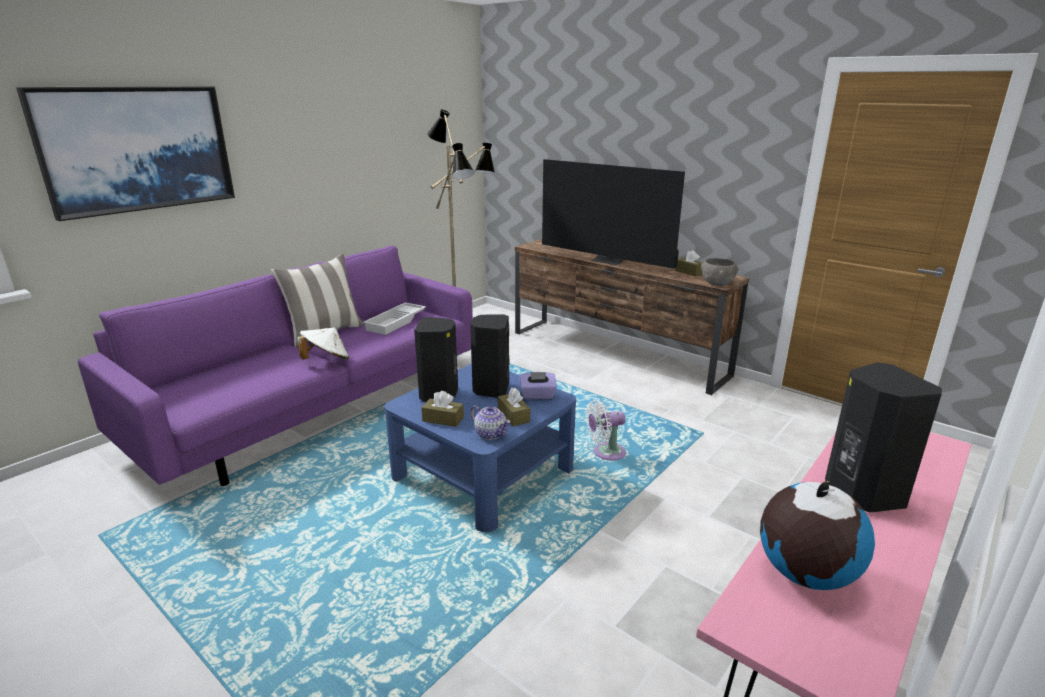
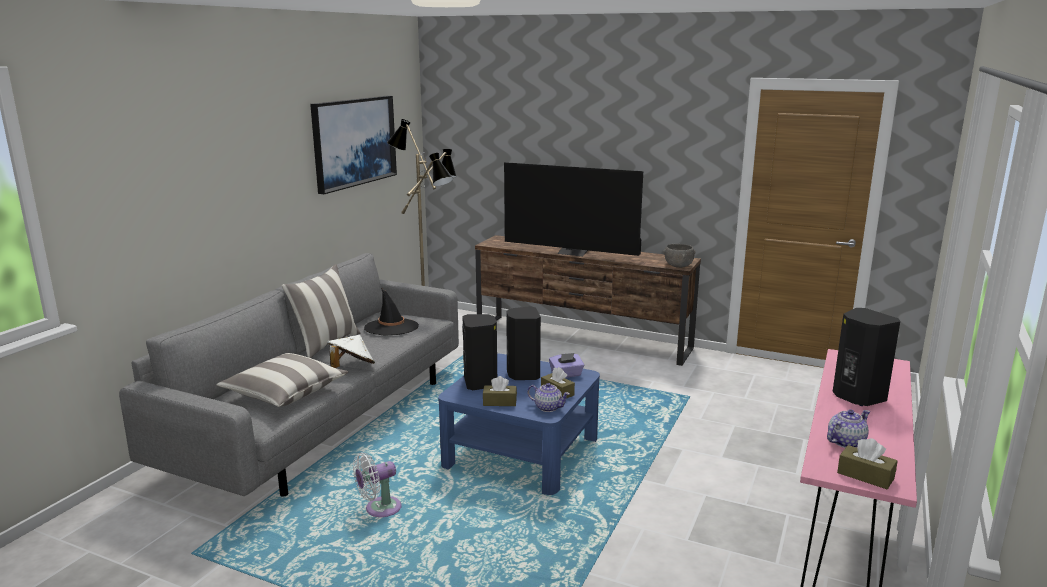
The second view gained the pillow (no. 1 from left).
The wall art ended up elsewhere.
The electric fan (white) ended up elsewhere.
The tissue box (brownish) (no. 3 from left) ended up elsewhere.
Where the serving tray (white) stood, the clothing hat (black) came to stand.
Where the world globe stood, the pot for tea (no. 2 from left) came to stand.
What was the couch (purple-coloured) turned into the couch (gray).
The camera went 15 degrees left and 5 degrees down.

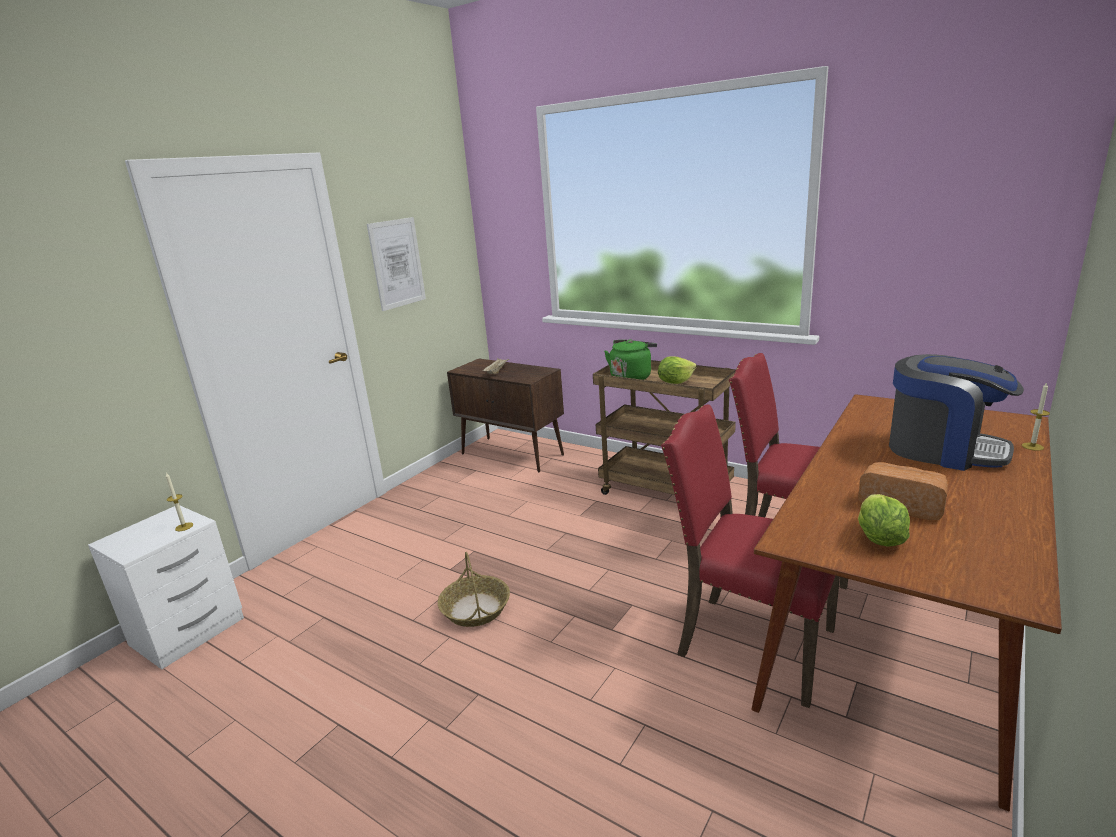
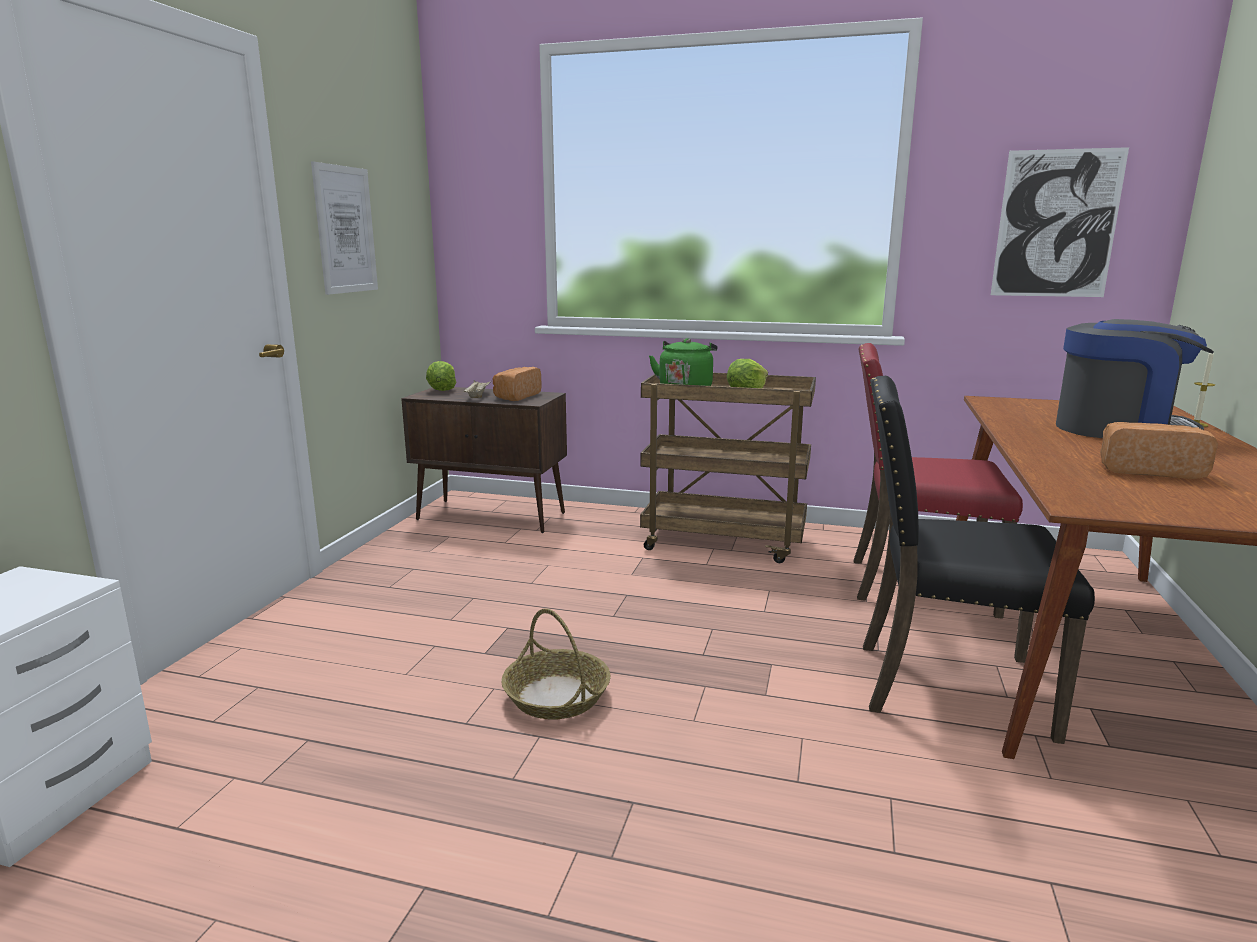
The second view lost the wax candle (no. 1 from left).
The second view gained the bakery bread (no. 1 from left).
The second view gained the wall art (no. 2 from left).
The lettuce (no. 2 from left in the first image) ended up elsewhere.
What was the upright chair (red-coloured) (no. 1 from left) turned into the upright chair (black).
The camera went 20 degrees left and 5 degrees down.

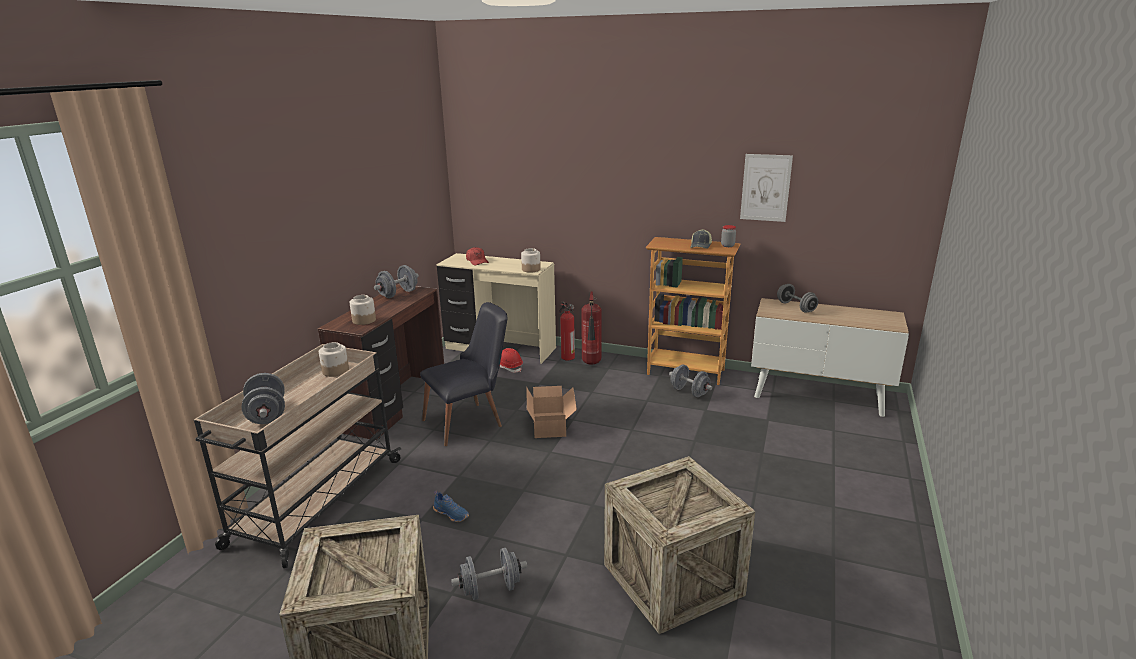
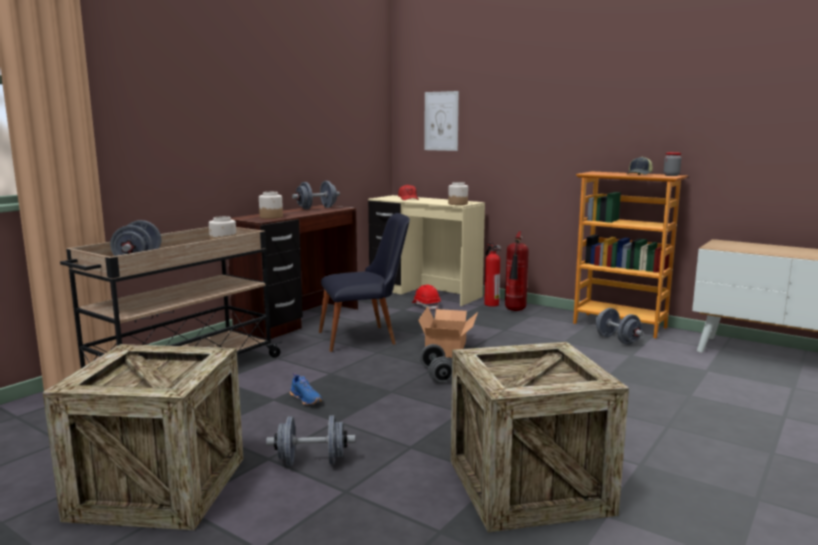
The wall art ended up elsewhere.
The hand weight (gray) (no. 5 from left in the first image) ended up elsewhere.
The camera went 15 degrees right and 10 degrees down.

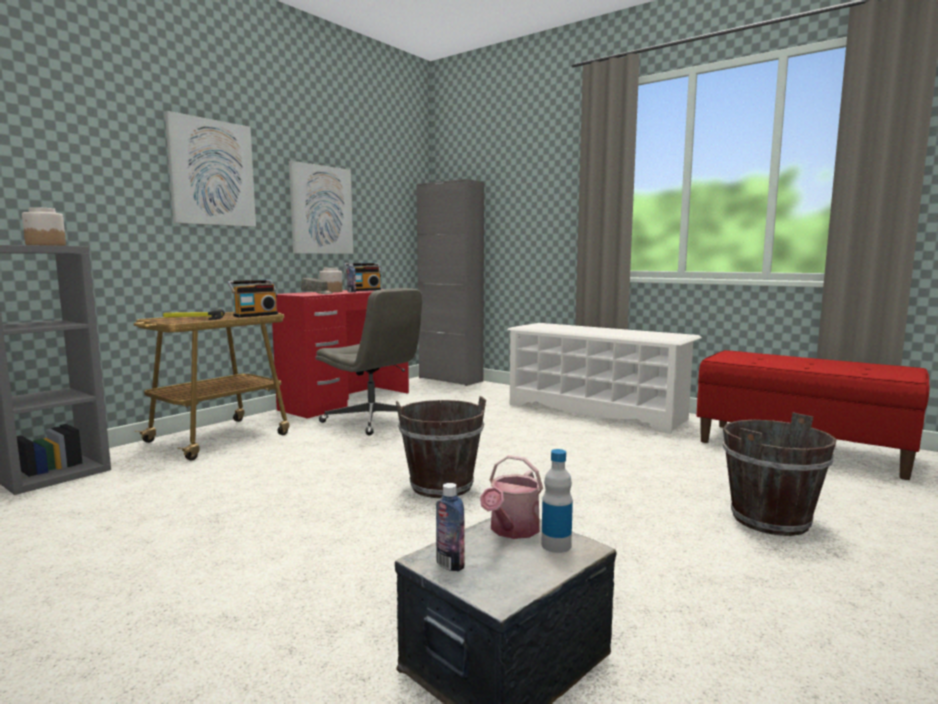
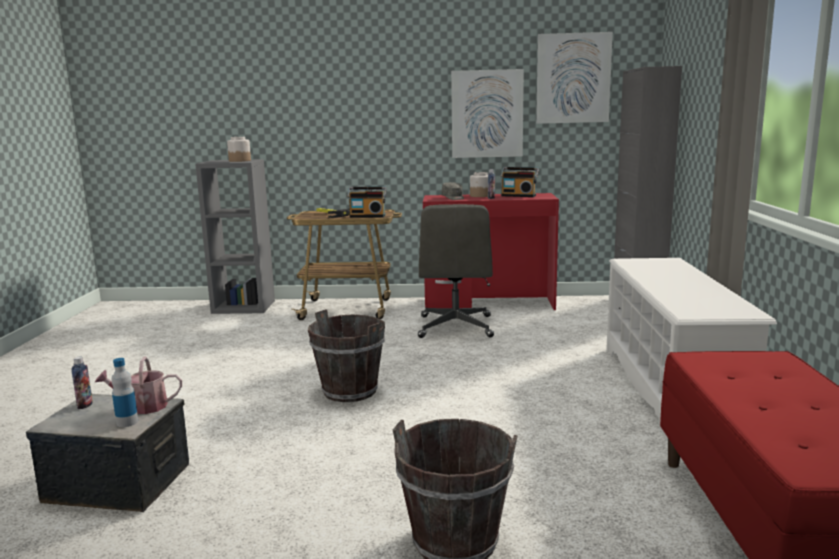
The wall art (no. 1 from left in the first image) ended up elsewhere.
The camera went 55 degrees right and 5 degrees up.

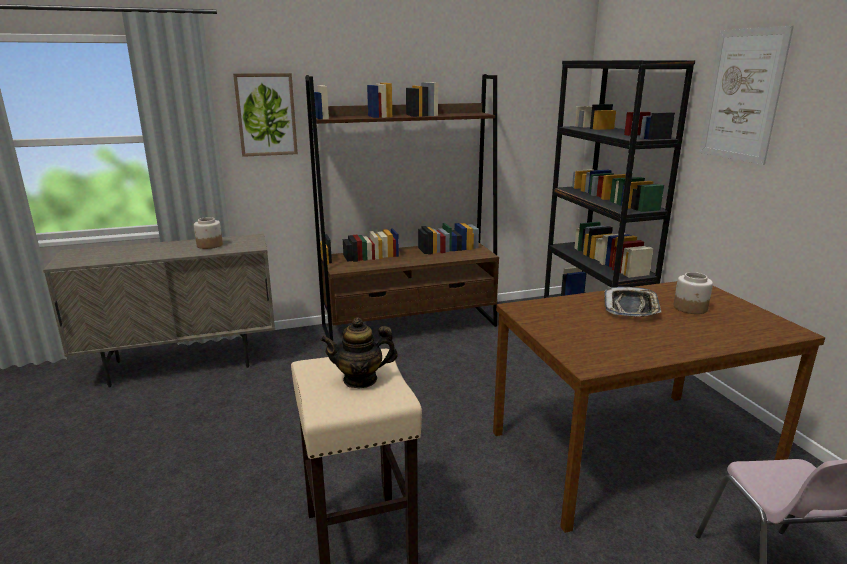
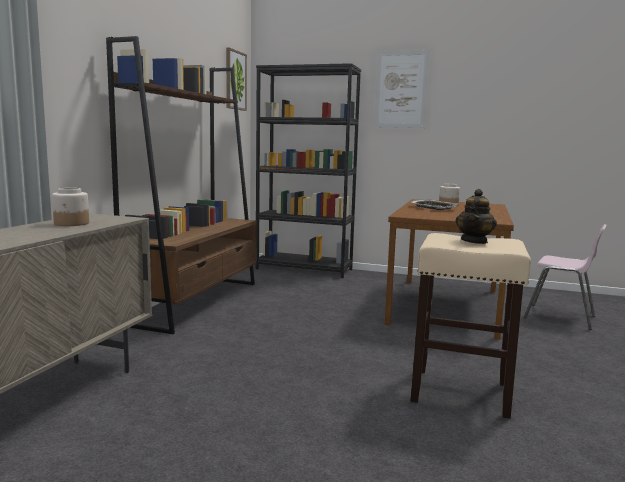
The wall art (no. 1 from left) ended up elsewhere.
The camera went 55 degrees left and 10 degrees down.

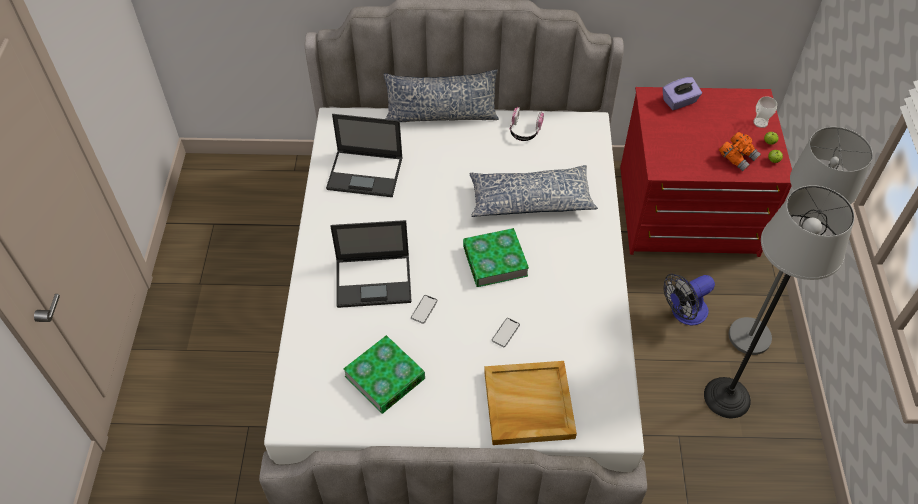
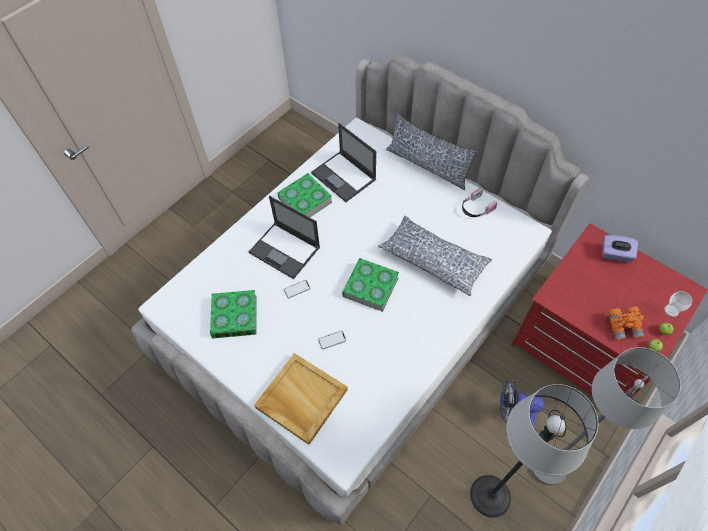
The second view gained the bound book (no. 2 from left).
The camera went 40 degrees right and 5 degrees up.

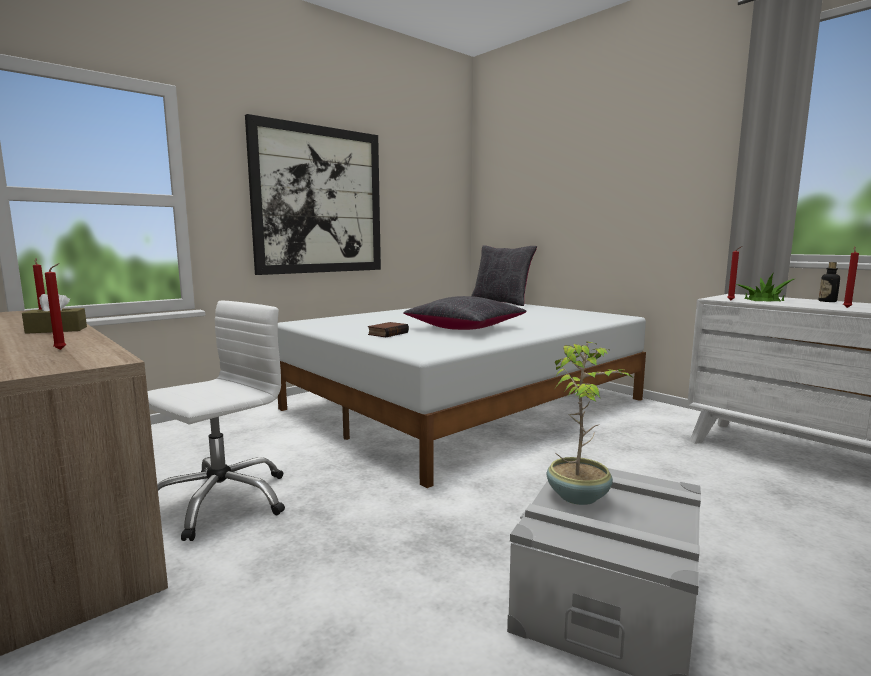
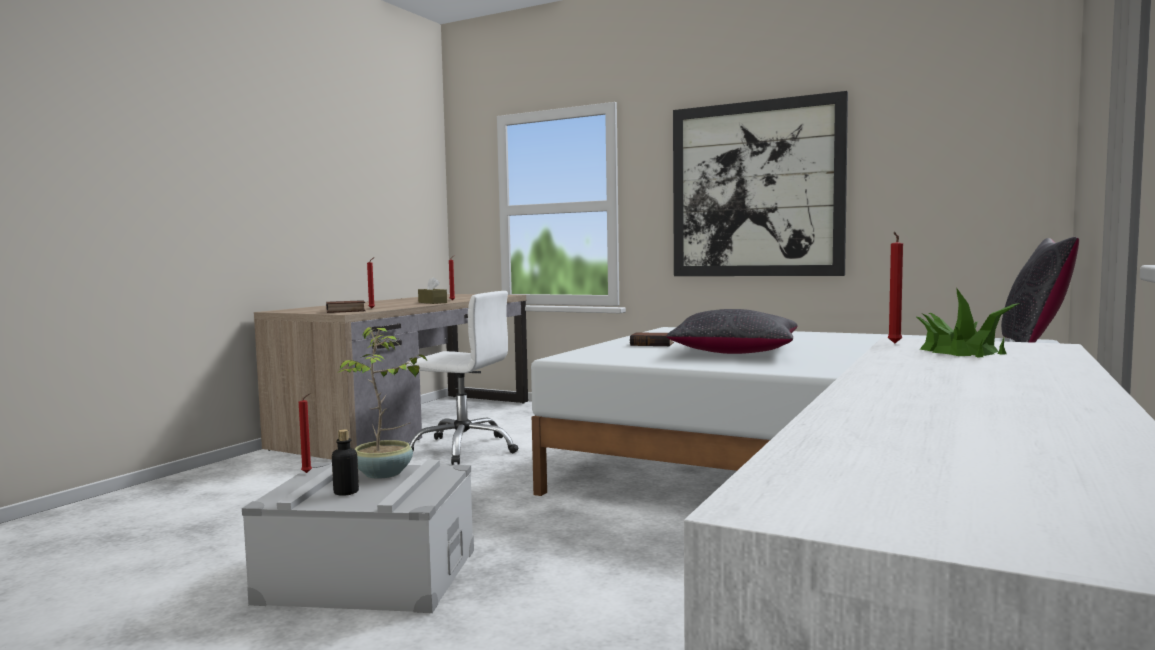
The second view gained the bound book (no. 1 from left).
The beverage bottle ended up elsewhere.
The wax candle (red-coloured) (no. 4 from left in the first image) ended up elsewhere.
The camera went 70 degrees right and 5 degrees down.

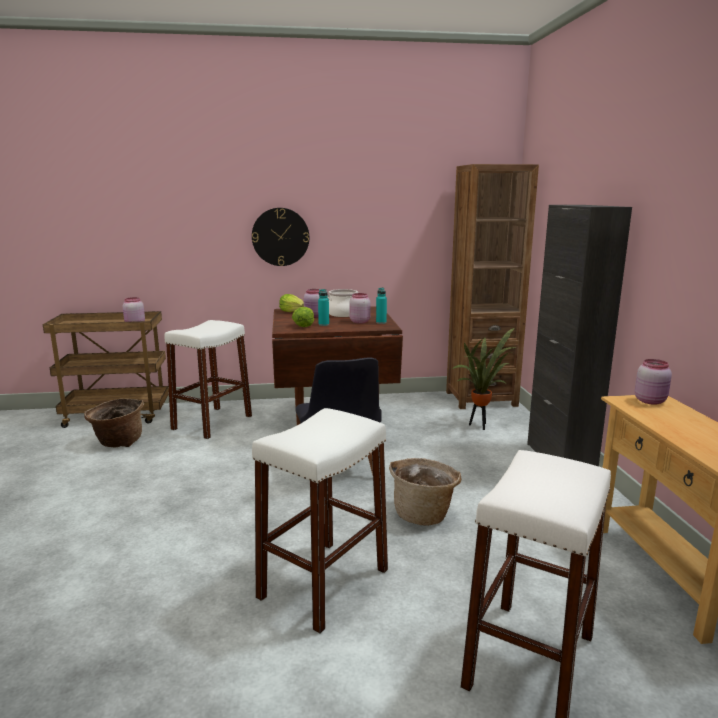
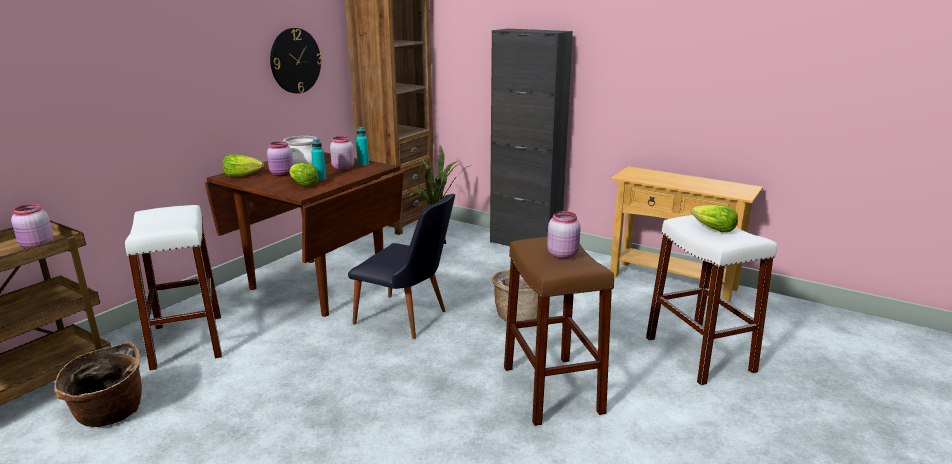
The second view gained the lettuce (no. 3 from left).
The clock on the wall ended up elsewhere.
The jar (pink-coloured) (no. 4 from left) ended up elsewhere.
What was the sitting stool (white) (no. 2 from left) turned into the sitting stool (brownish).
The camera went 50 degrees left and 5 degrees up.

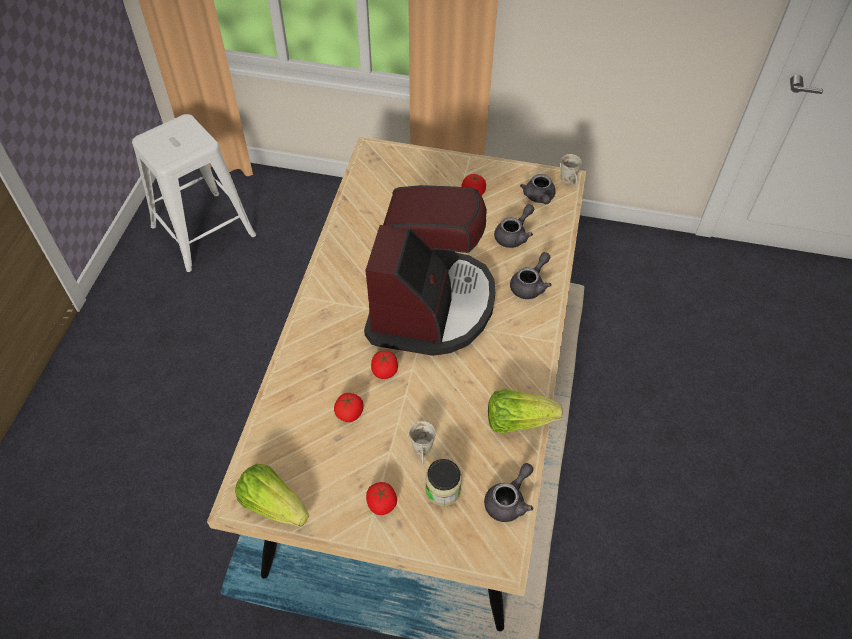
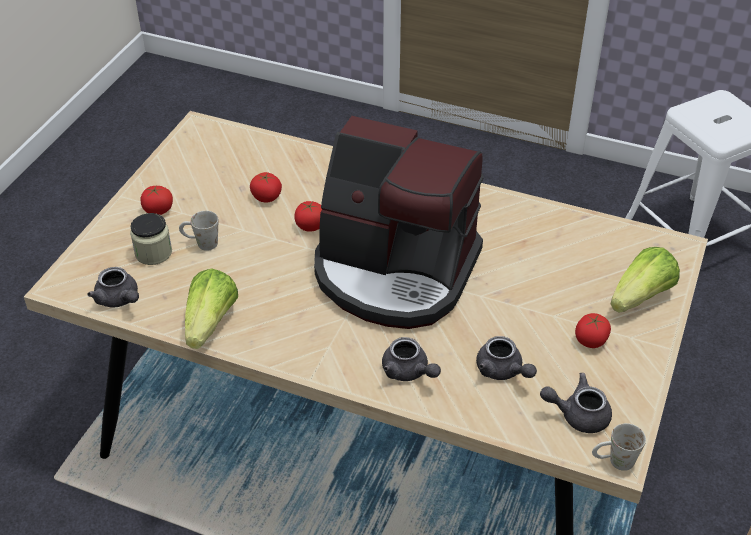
The lettuce (no. 1 from left in the first image) ended up elsewhere.
The camera went 100 degrees right and 10 degrees down.

